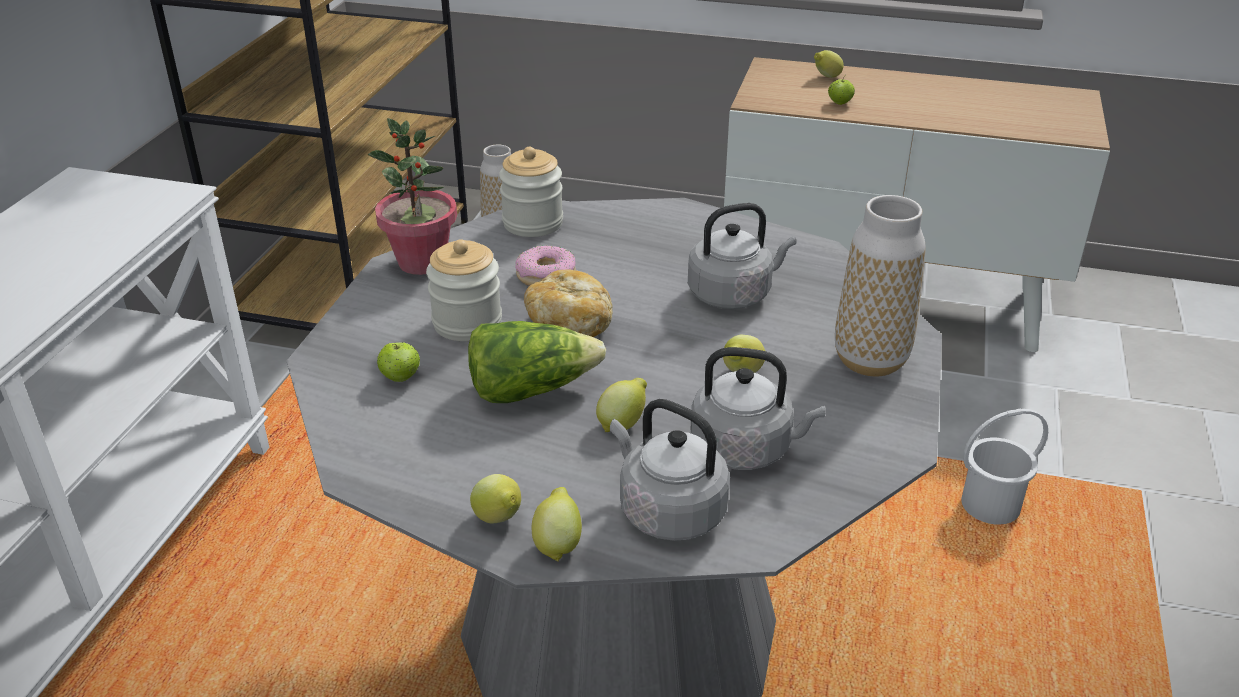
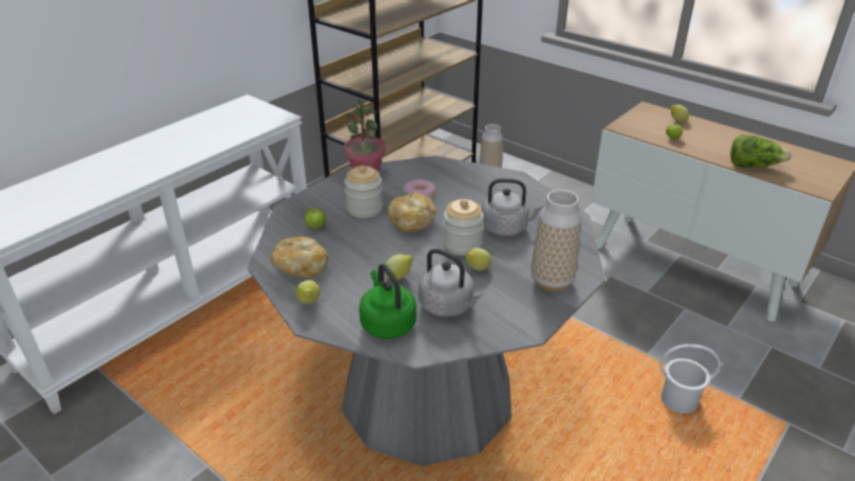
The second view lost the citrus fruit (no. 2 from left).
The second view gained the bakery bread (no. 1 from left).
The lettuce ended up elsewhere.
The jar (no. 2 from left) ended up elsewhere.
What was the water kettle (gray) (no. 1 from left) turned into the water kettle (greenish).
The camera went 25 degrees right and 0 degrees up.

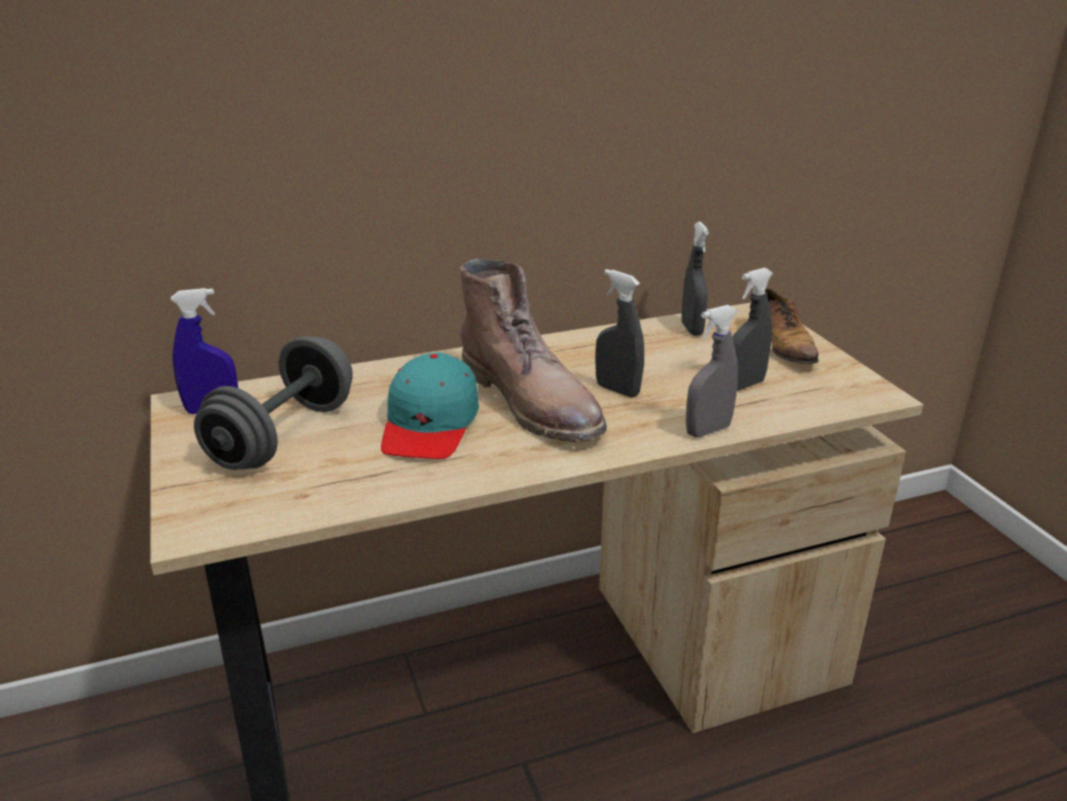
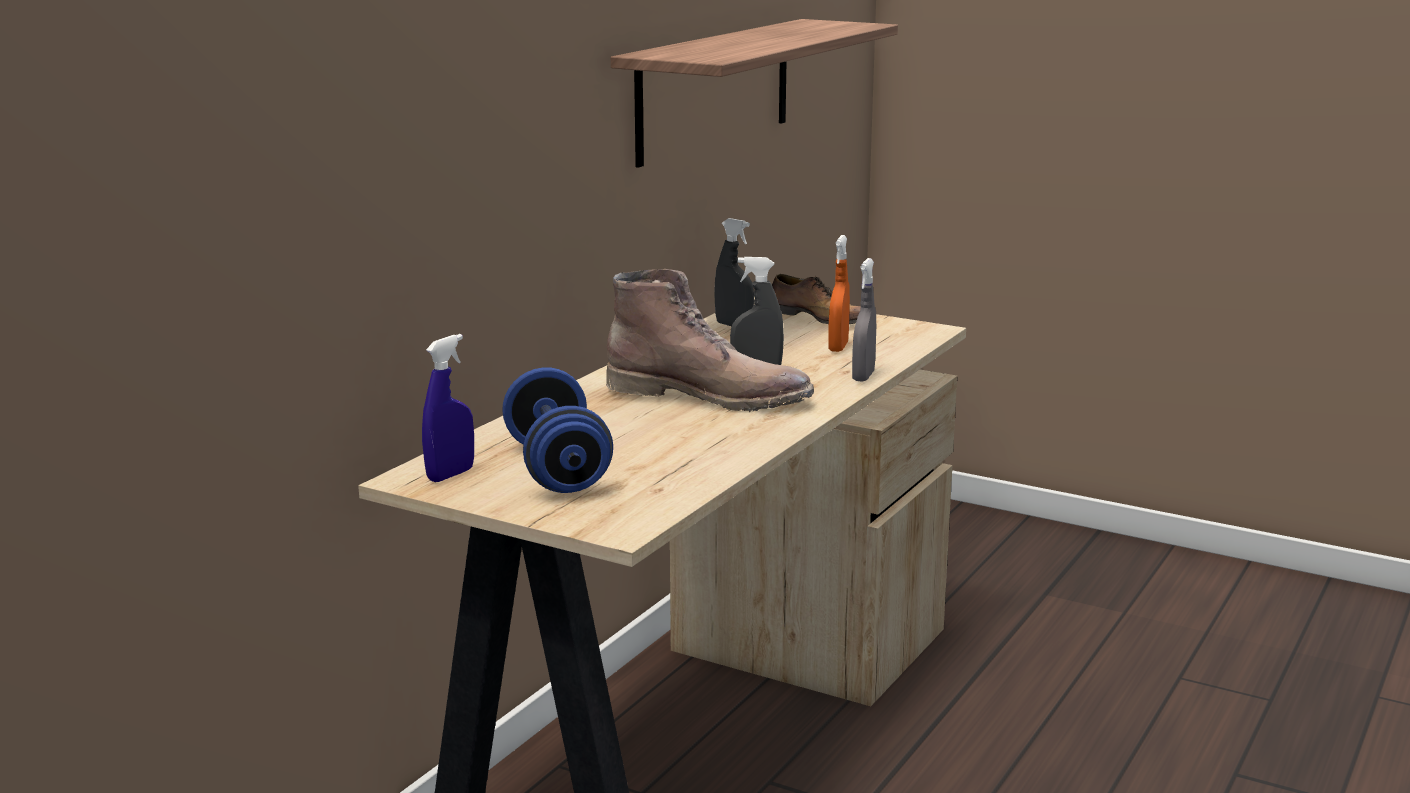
The second view lost the peaked cap (blue-green).
The second view gained the wall shelf.
What was the hand weight (gray) turned into the hand weight (blue).
What was the hand sprayer (gray) (no. 4 from left) turned into the hand sprayer (orange).
The camera went 40 degrees left and 10 degrees down.

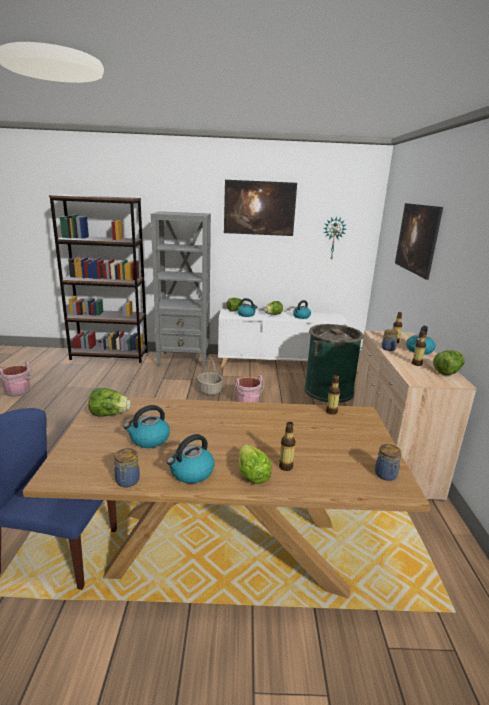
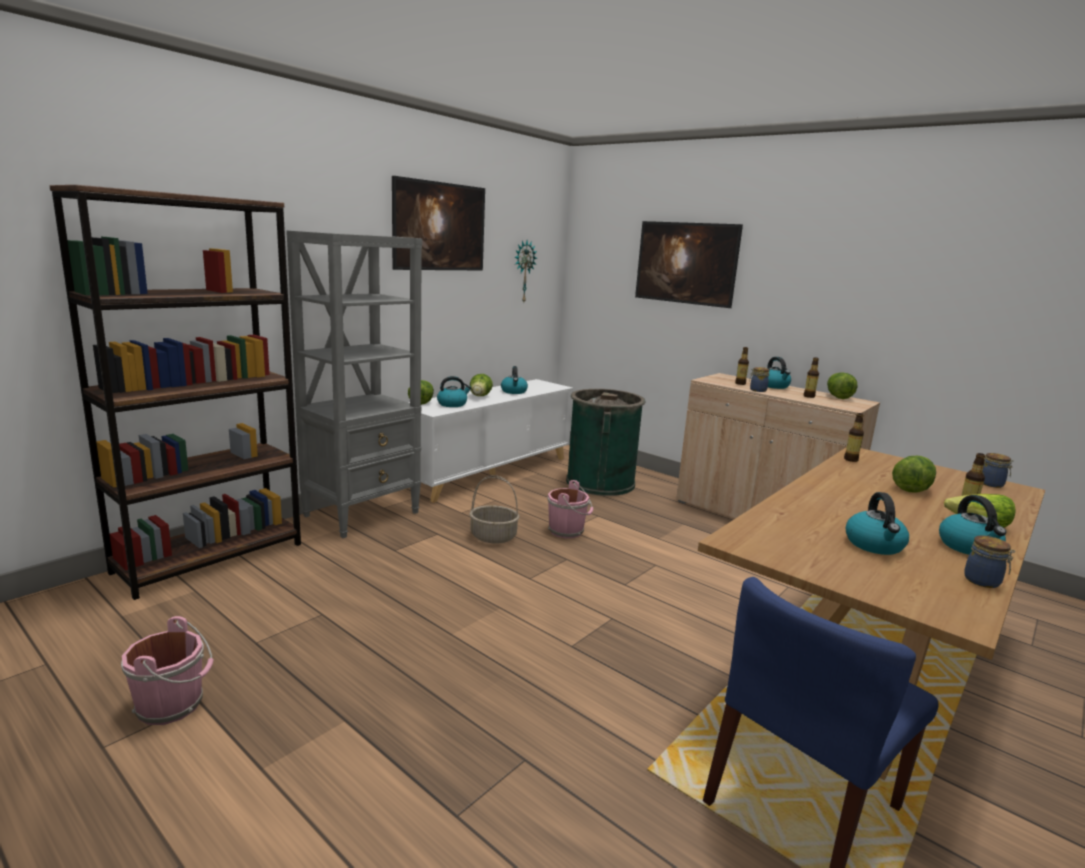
The lettuce (no. 1 from left in the first image) ended up elsewhere.
The camera went 50 degrees left and 5 degrees down.

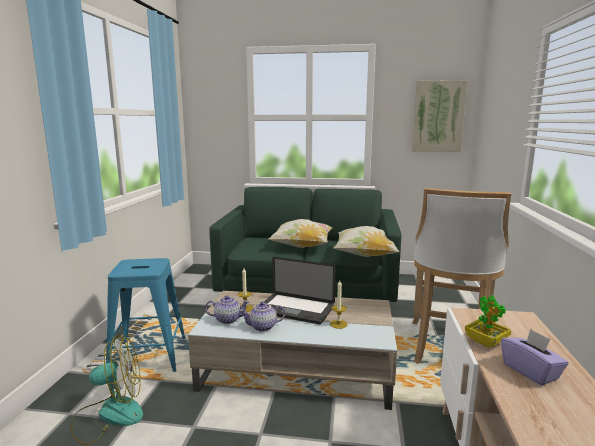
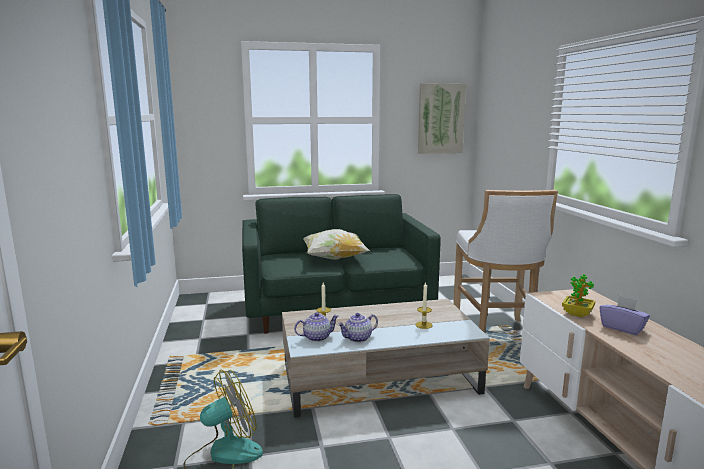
The second view lost the sitting stool (blue).
The second view lost the notebook computer.
The second view lost the pillow (no. 2 from left).
The camera went 20 degrees left and 0 degrees up.

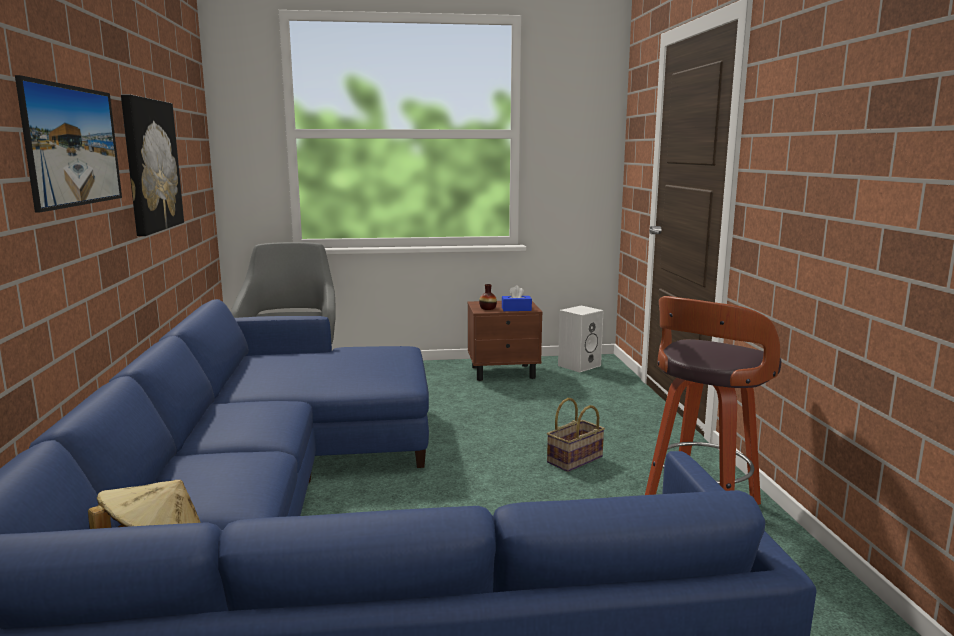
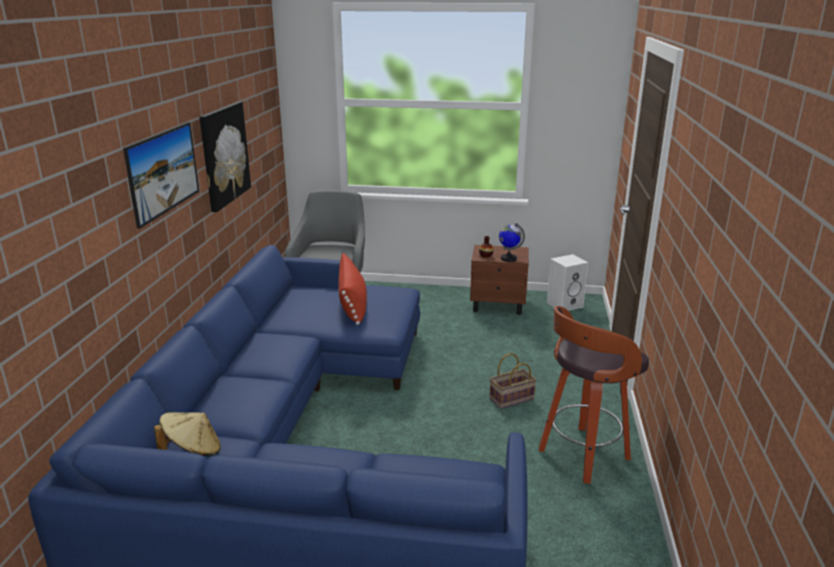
The second view gained the pillow (red-coloured).
Where the tissue box (blue) stood, the world globe came to stand.
The camera went 15 degrees right and 10 degrees up.

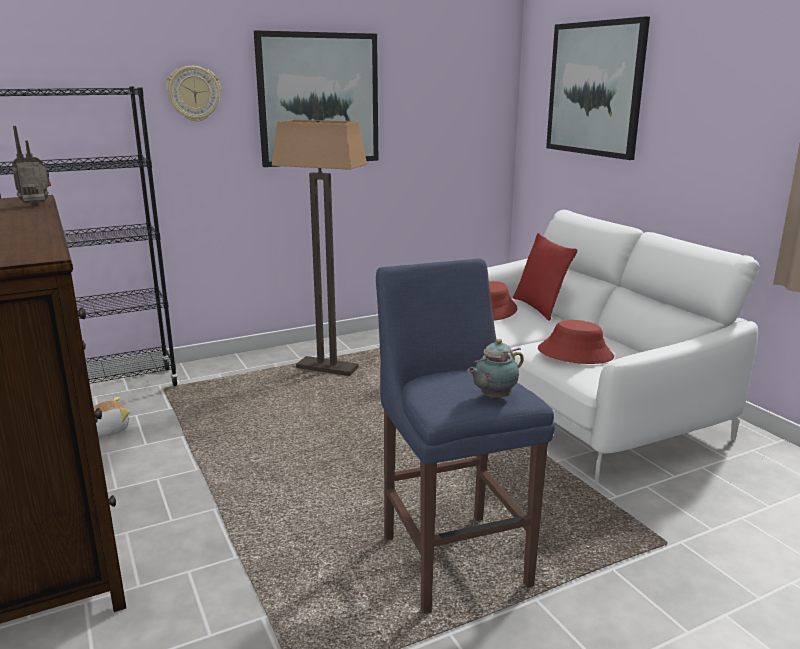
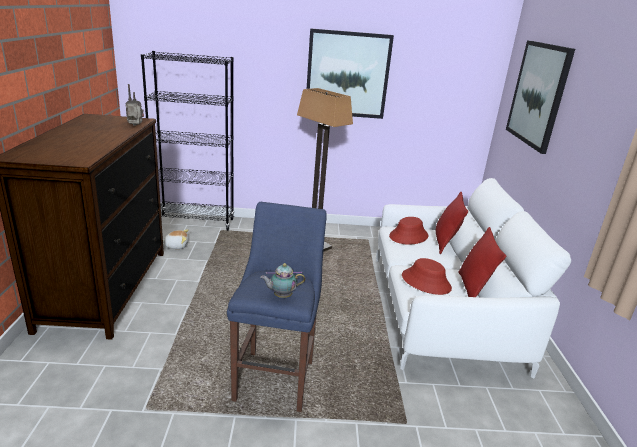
The second view lost the clock on the wall.
The second view gained the pillow (red-coloured) (no. 2 from left).
The camera went 25 degrees right and 5 degrees up.

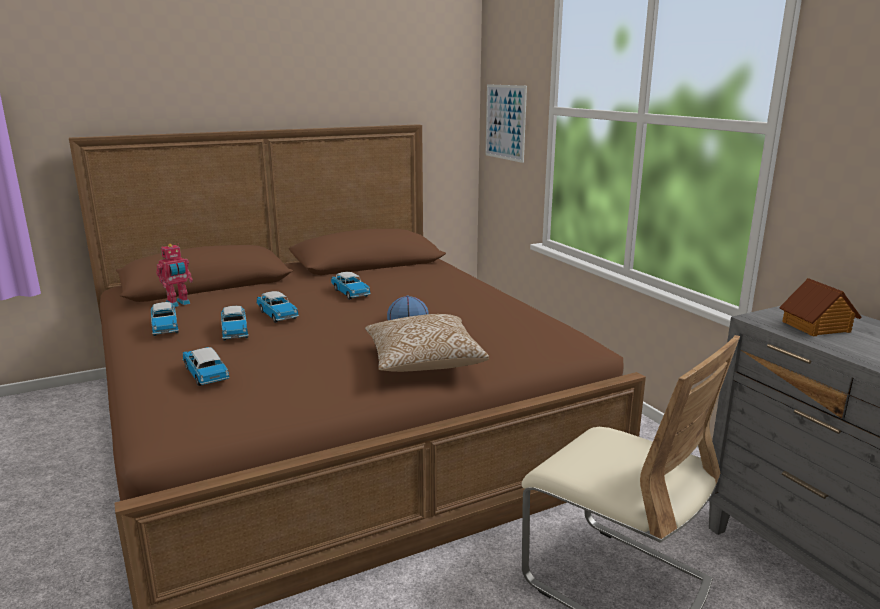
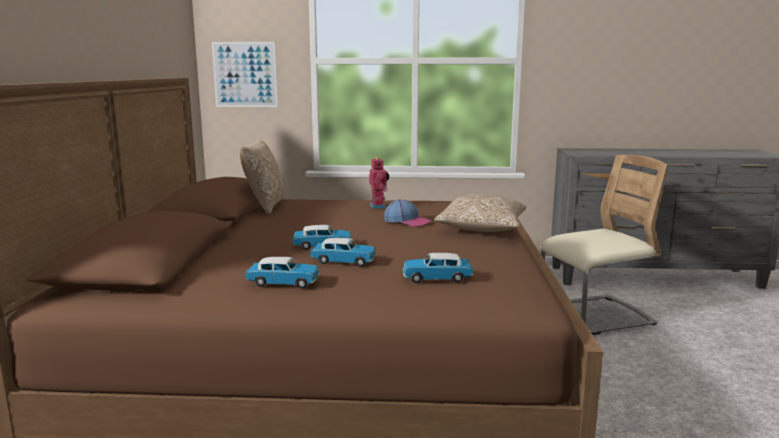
The second view lost the model car (no. 5 from left).
The second view lost the toy house.
The second view gained the pillow (no. 1 from left).
The robot figure ended up elsewhere.
The camera went 60 degrees left and 5 degrees down.

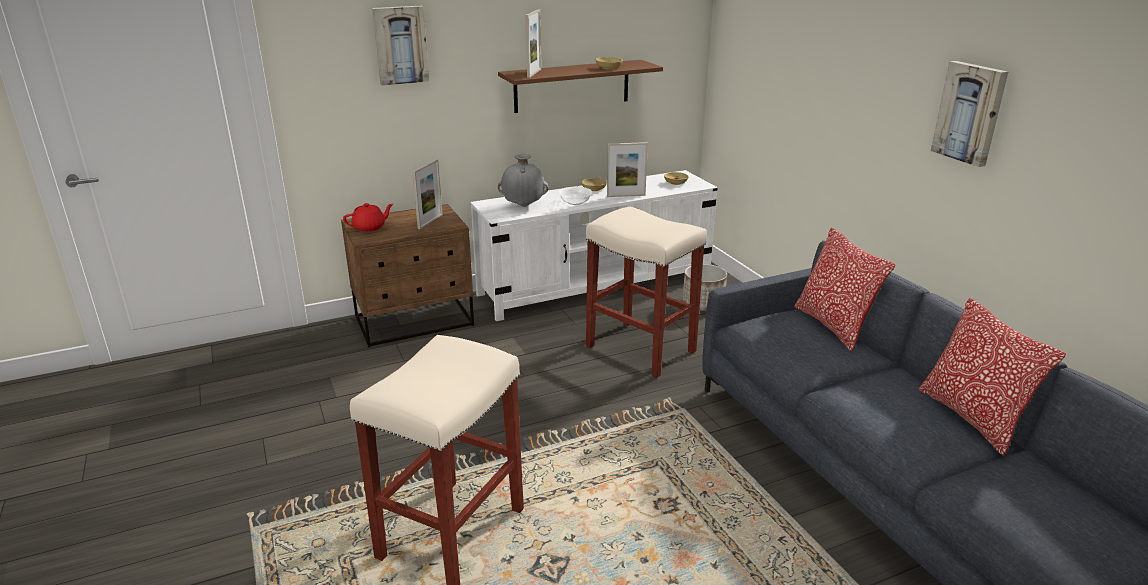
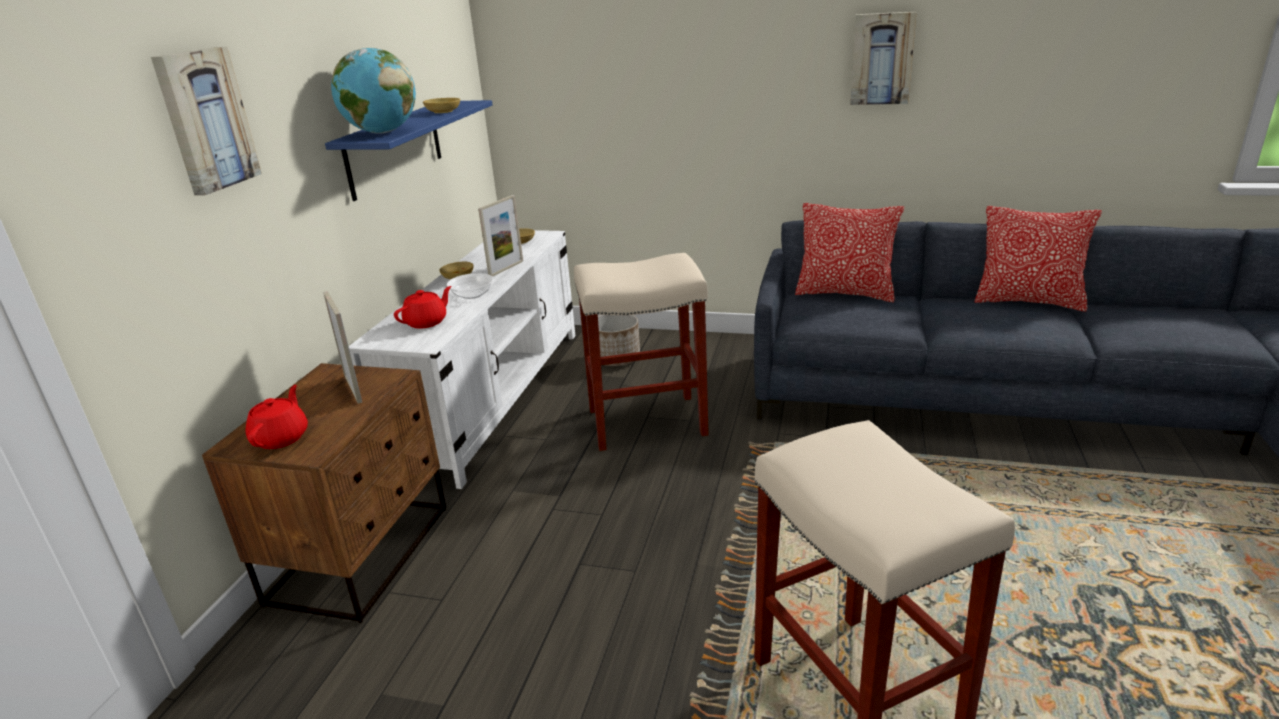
Where the vase (gray) stood, the pot for tea (red-coloured) (no. 2 from left) came to stand.
Where the standing frame (no. 2 from left) stood, the world globe came to stand.
What was the wall shelf (brownish) turned into the wall shelf (blue).
The camera went 50 degrees left and 0 degrees up.

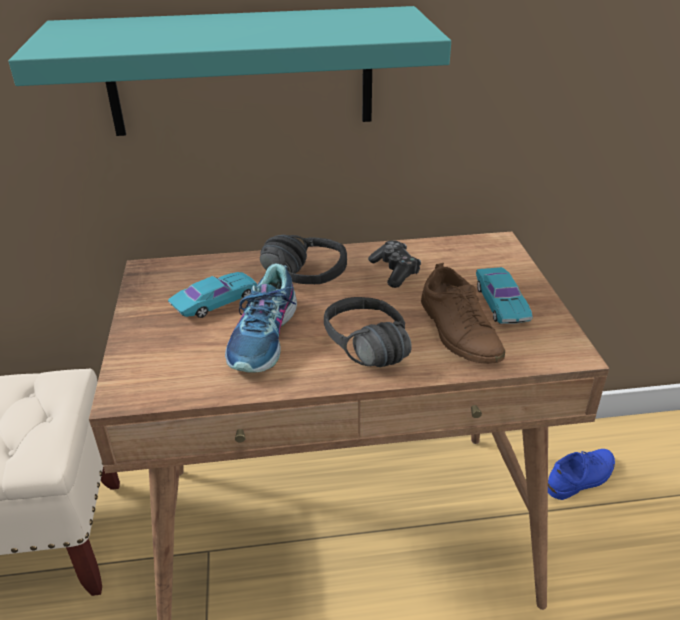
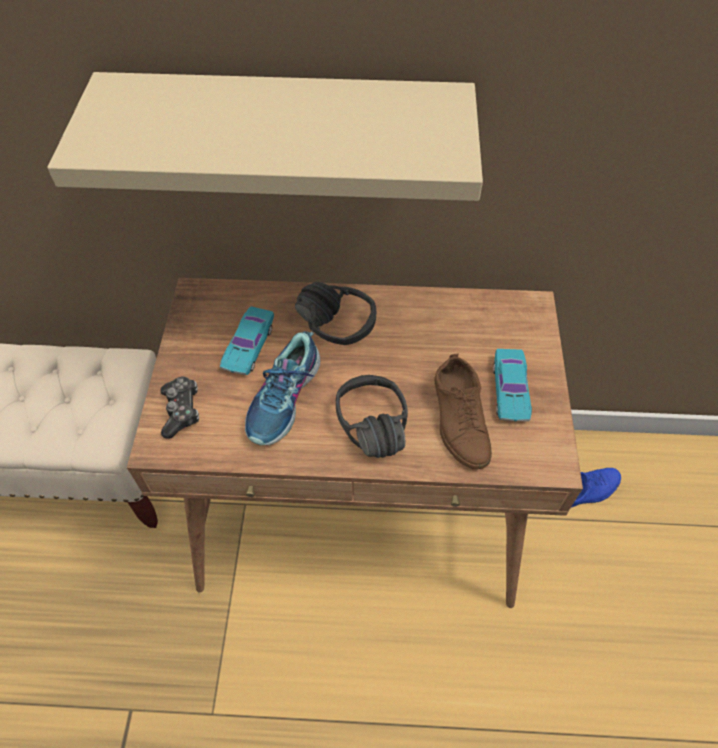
The gamepad ended up elsewhere.
What was the wall shelf (blue-green) turned into the wall shelf (beige).
The model car (blue-green) (no. 1 from left) ended up facing another way, 135 degrees clockwise from before.
The camera went 10 degrees right and 20 degrees up.

